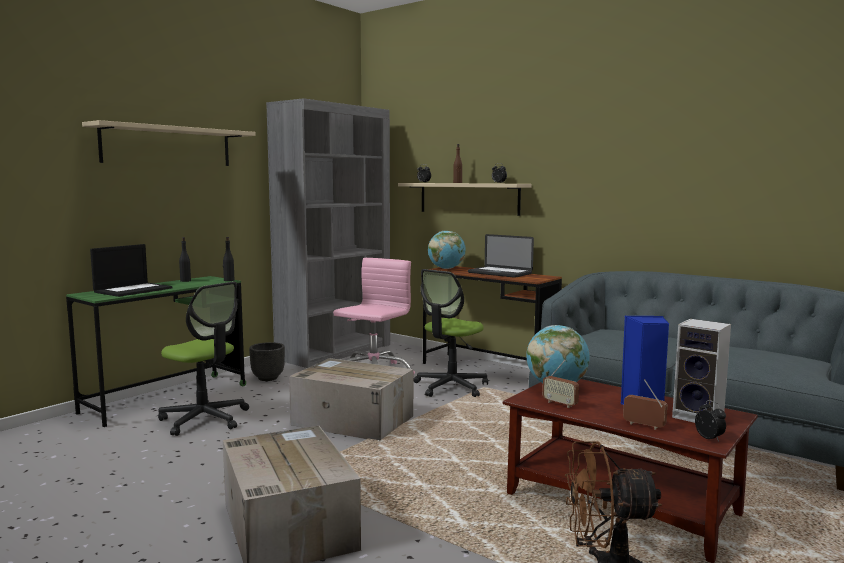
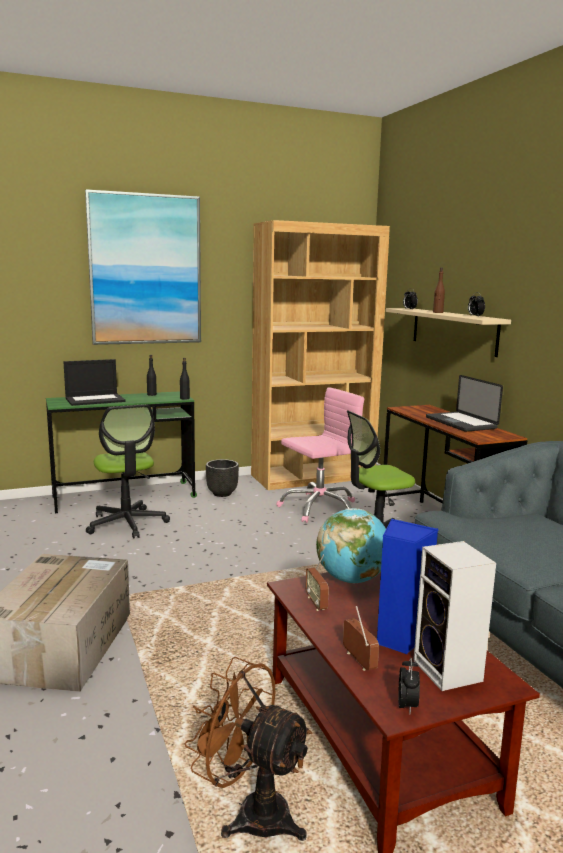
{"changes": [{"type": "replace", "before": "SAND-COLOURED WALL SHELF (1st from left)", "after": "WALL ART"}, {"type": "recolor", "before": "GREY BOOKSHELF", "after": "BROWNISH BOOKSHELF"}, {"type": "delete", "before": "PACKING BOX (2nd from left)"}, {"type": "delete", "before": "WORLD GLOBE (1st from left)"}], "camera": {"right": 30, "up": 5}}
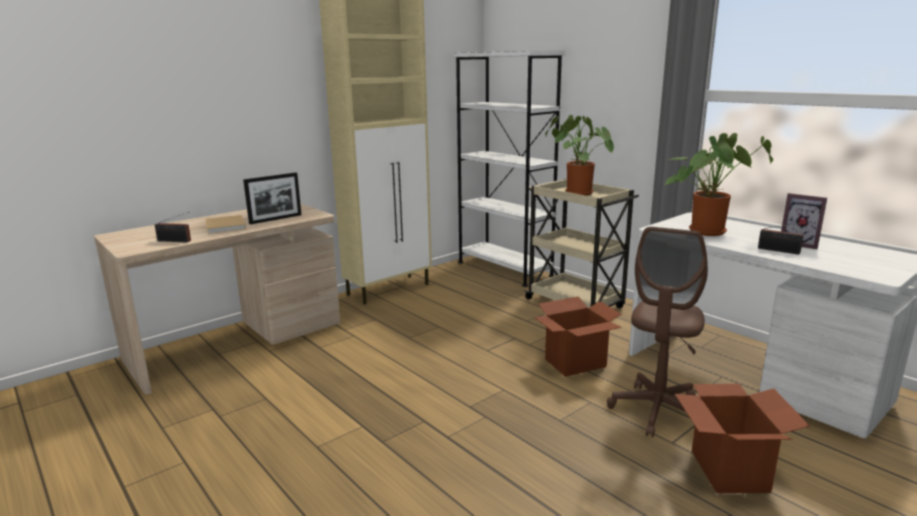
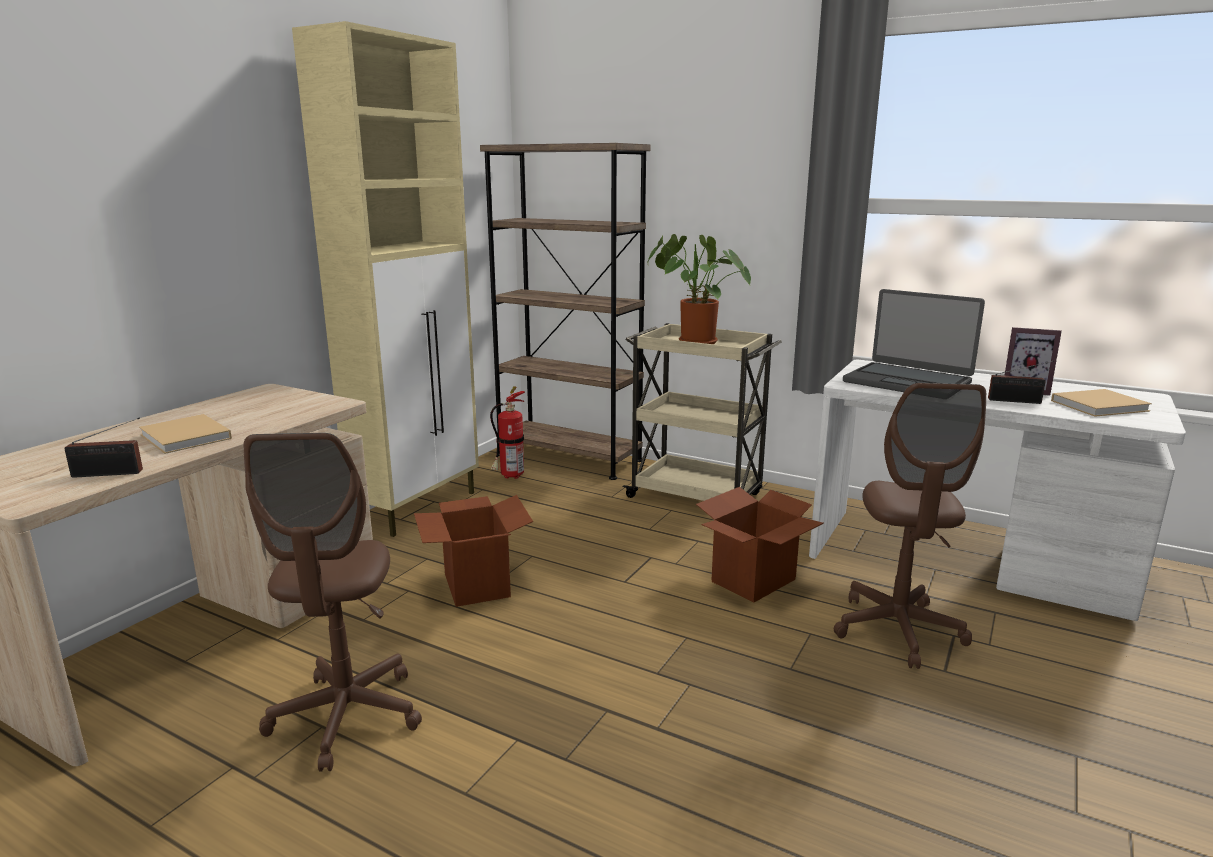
{"changes": [{"type": "delete", "before": "PHOTO FRAME (1st from left)"}, {"type": "recolor", "before": "WHITISH BOOKSHELF", "after": "BROWNISH BOOKSHELF"}, {"type": "replace", "before": "HOUSEPLANT (2nd from left)", "after": "LAPTOP"}, {"type": "move", "before": "PACKING BOX (2nd from left in the first image)", "after": "PACKING BOX (1st from left)"}, {"type": "insert", "after": "BROWNISH DESK CHAIR (1st from left)"}, {"type": "insert", "after": "FIRE-FIGHTING CYLINDER"}, {"type": "insert", "after": "SAND-COLOURED VOLUME (2nd from left)"}], "camera": {"right": -20, "up": 0}}
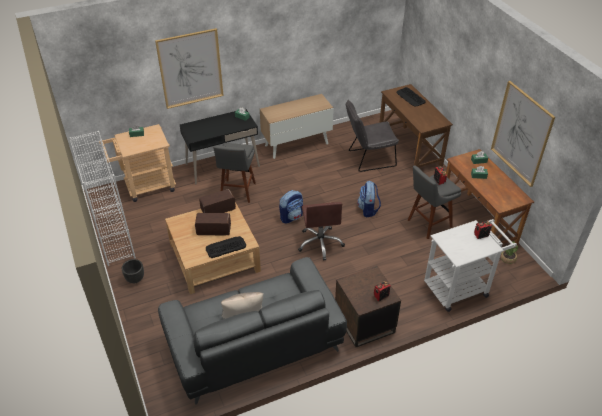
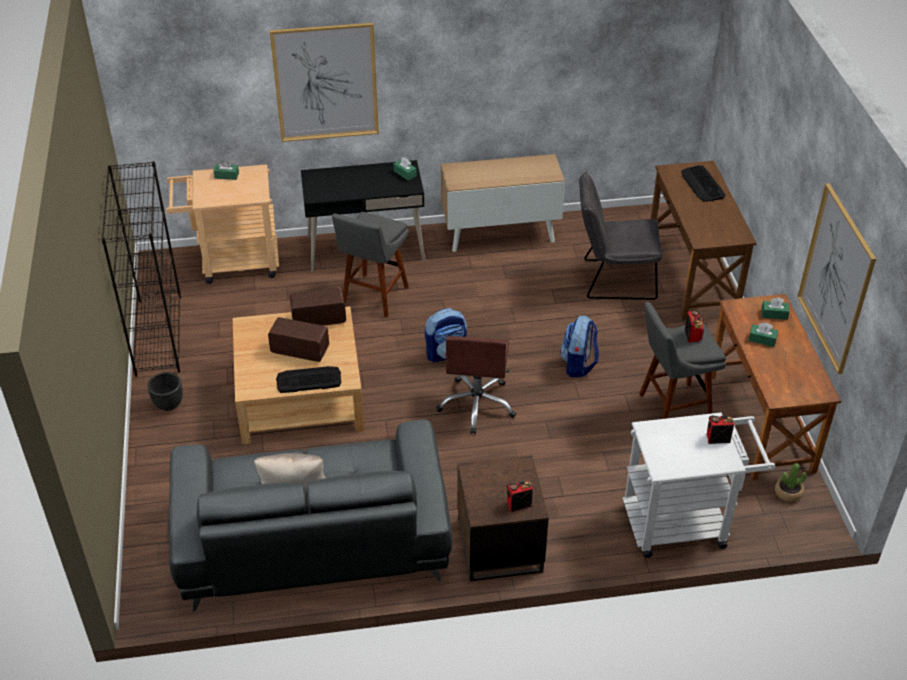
{"changes": [{"type": "recolor", "before": "WHITISH BOOKSHELF", "after": "BLACK BOOKSHELF"}], "camera": {"right": 15, "up": 0}}
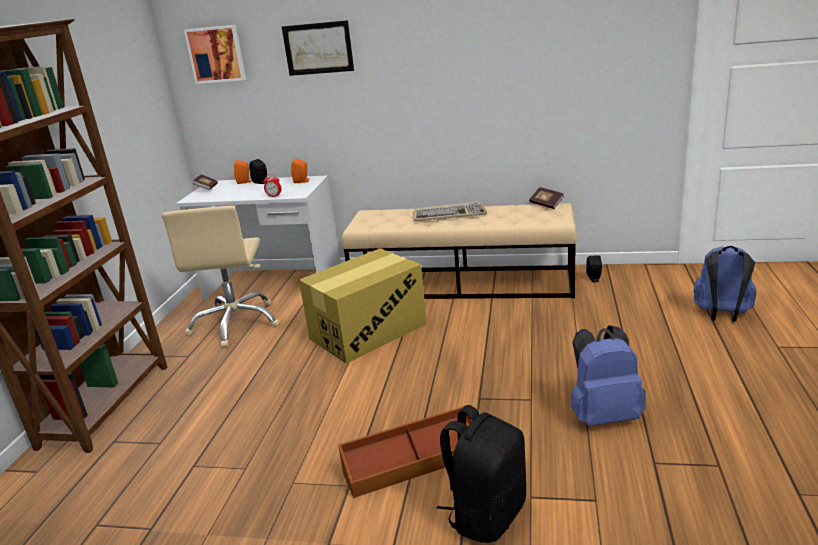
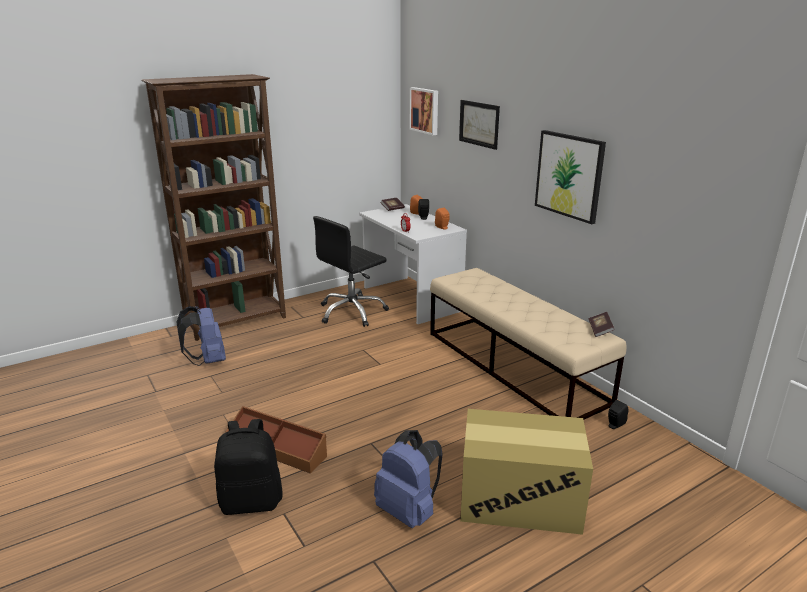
{"changes": [{"type": "recolor", "before": "SAND-COLOURED DESK CHAIR", "after": "BLACK DESK CHAIR"}, {"type": "move", "before": "PACKING BOX"}, {"type": "delete", "before": "KEYBOARD"}, {"type": "move", "before": "BLUE-COLOURED KNAPSACK (2nd from left in the first image)", "after": "BLUE-COLOURED KNAPSACK (1st from left)"}, {"type": "insert", "after": "WALL ART (3rd from left)"}], "camera": {"right": 45, "up": 0}}
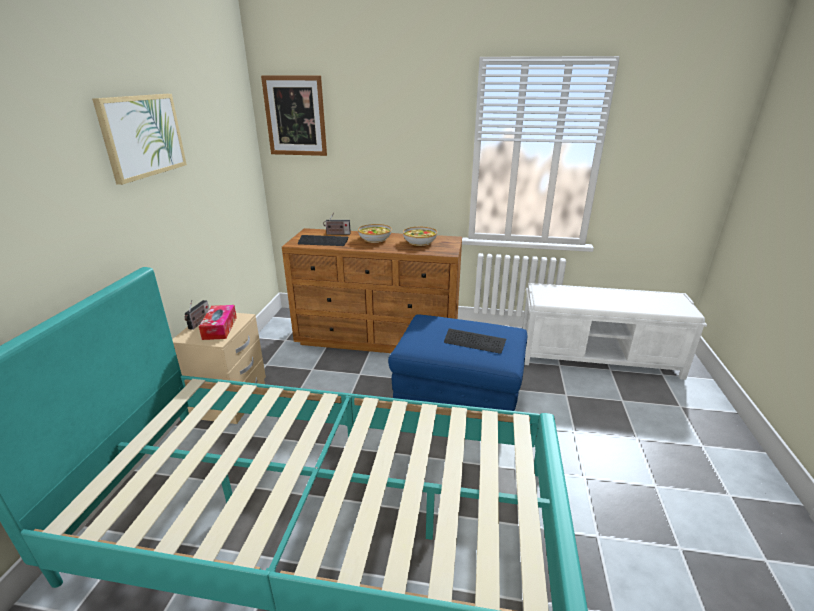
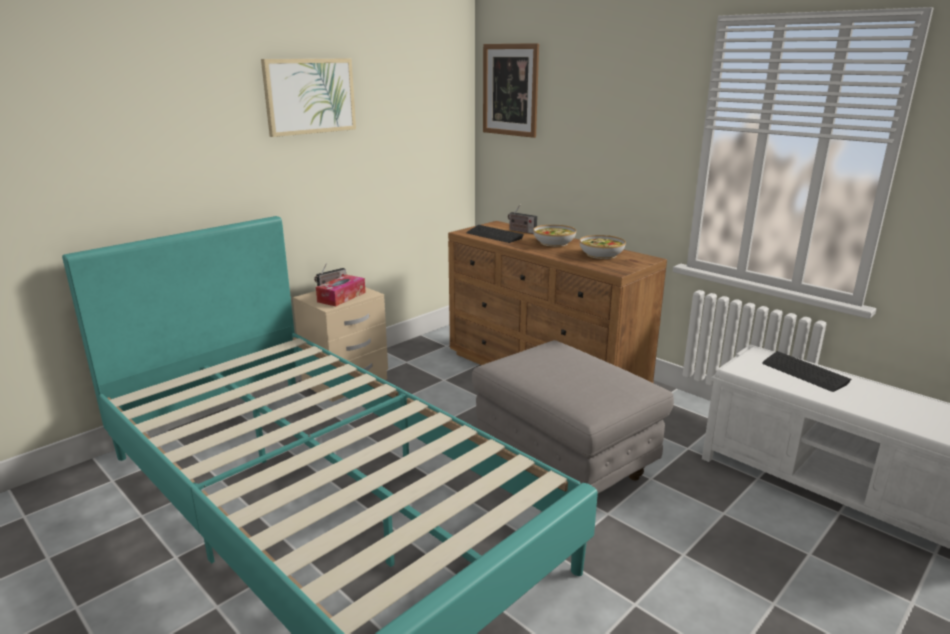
{"changes": [{"type": "recolor", "before": "BLUE-COLOURED POUFFE", "after": "GREY POUFFE"}, {"type": "move", "before": "KEYBOARD (2nd from left)"}], "camera": {"right": 35, "up": -5}}
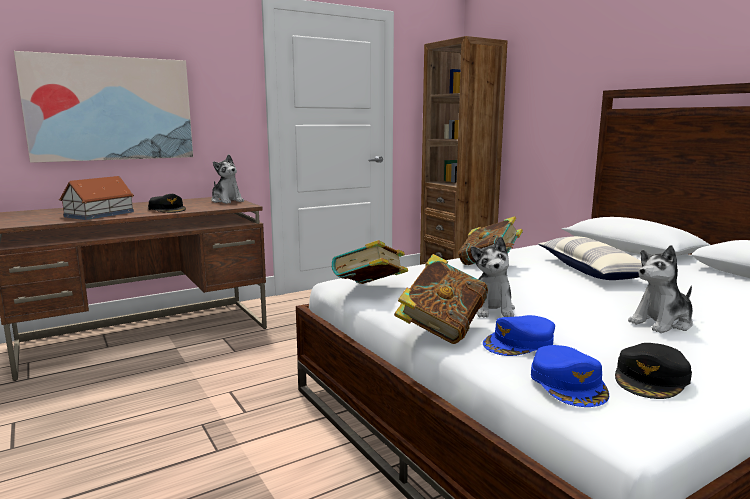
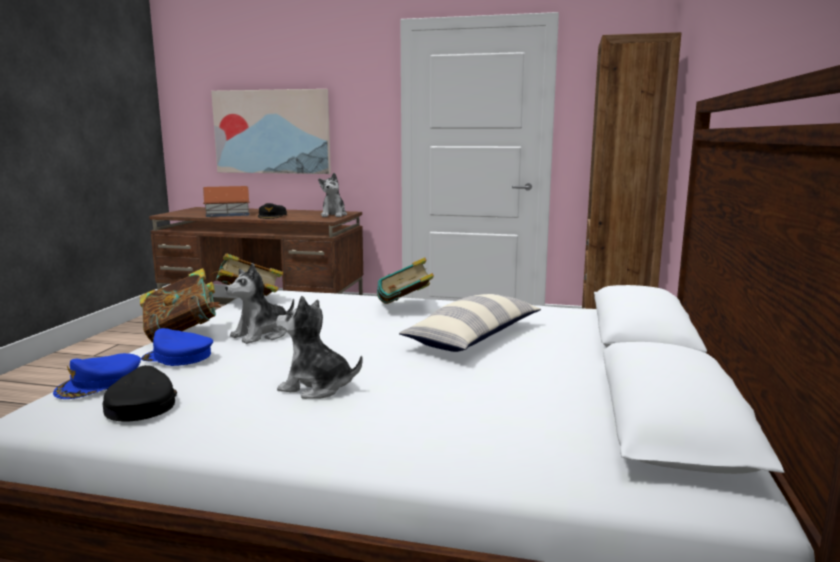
{"changes": [{"type": "rotate", "before": "BLACK BASEBALL CAP (2nd from left in the first image)", "turn": 90}], "camera": {"right": 45, "up": 0}}
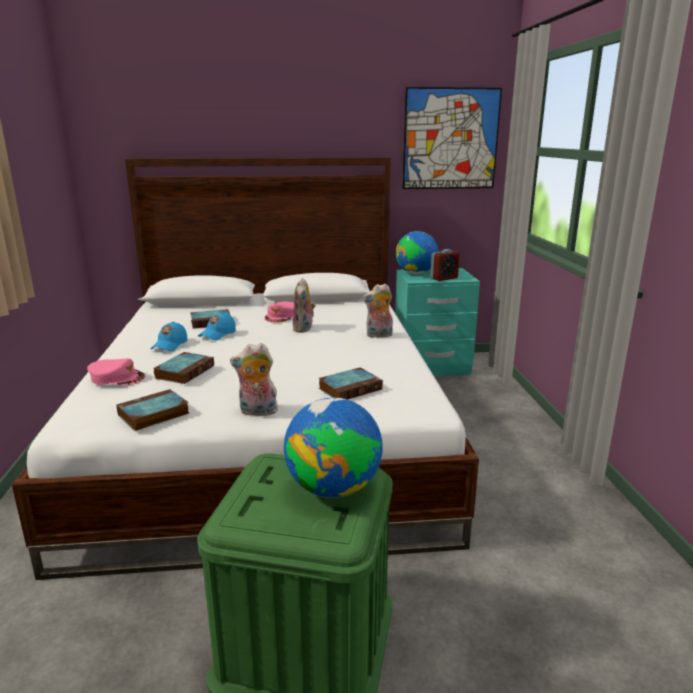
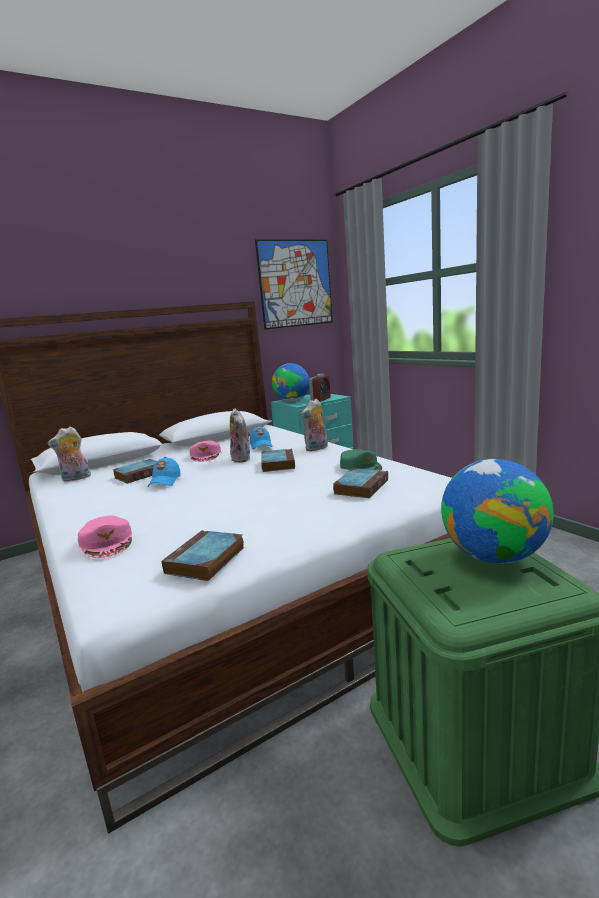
{"changes": [{"type": "rotate", "before": "PINKISH BASEBALL CAP (1st from left)", "turn": 75}, {"type": "move", "before": "BLUE-COLOURED BASEBALL CAP (1st from left in the first image)", "after": "BLUE-COLOURED BASEBALL CAP (2nd from left)"}, {"type": "move", "before": "VOLUME (2nd from left in the first image)", "after": "VOLUME (3rd from left)"}, {"type": "move", "before": "CUDDLY TOY (1st from left)"}, {"type": "insert", "after": "GREEN BASEBALL CAP"}], "camera": {"right": -25, "up": -5}}
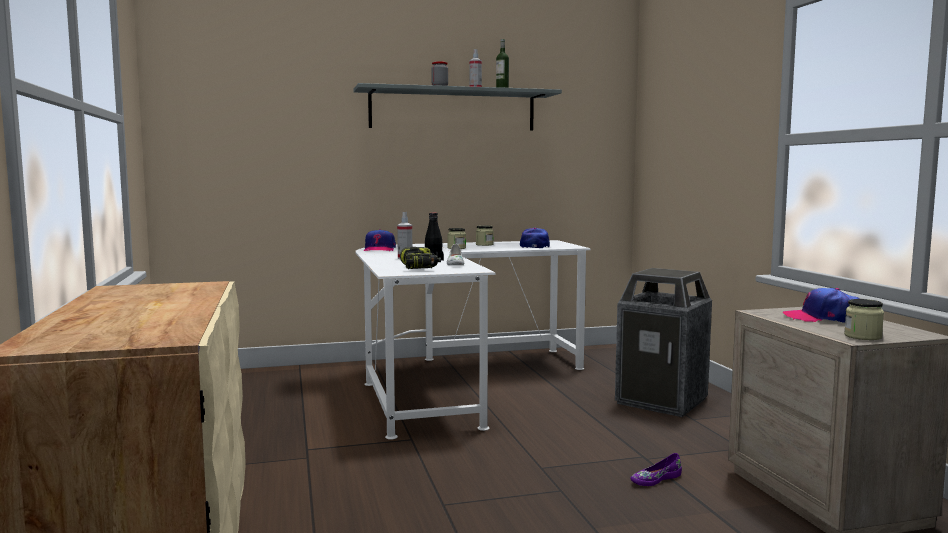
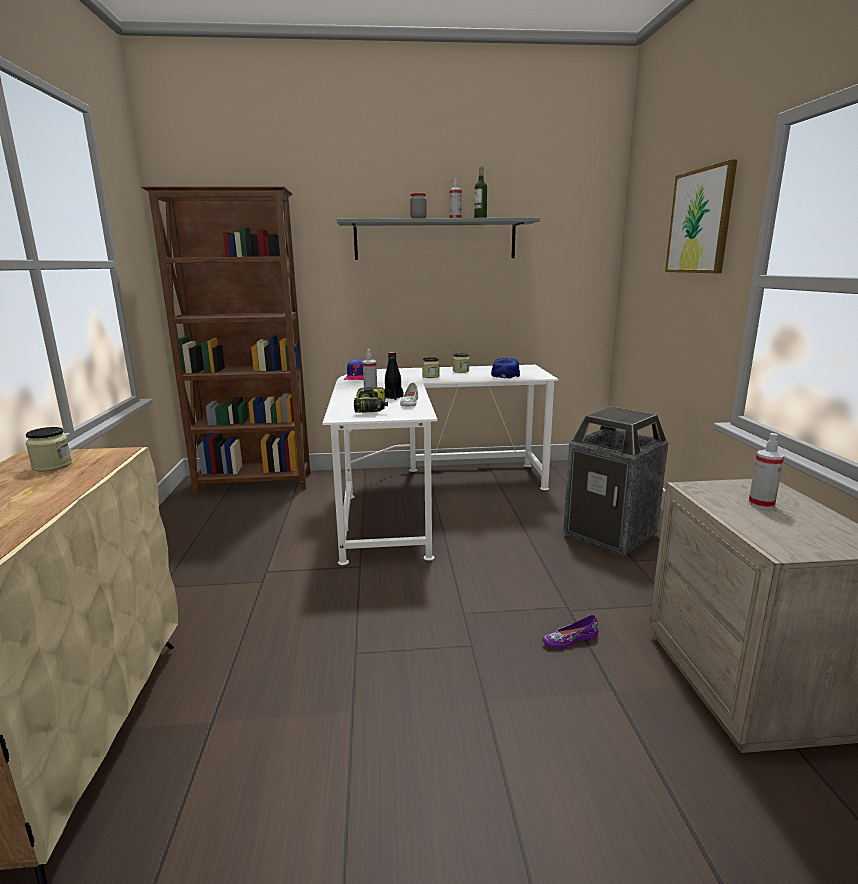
{"changes": [{"type": "replace", "before": "BASEBALL CAP (3rd from left)", "after": "SPRAYER (3rd from left)"}, {"type": "move", "before": "JAR (4th from left in the first image)", "after": "JAR (1st from left)"}, {"type": "insert", "after": "BROWNISH BOOKSHELF"}, {"type": "insert", "after": "WALL ART"}], "camera": {"right": 10, "up": 10}}
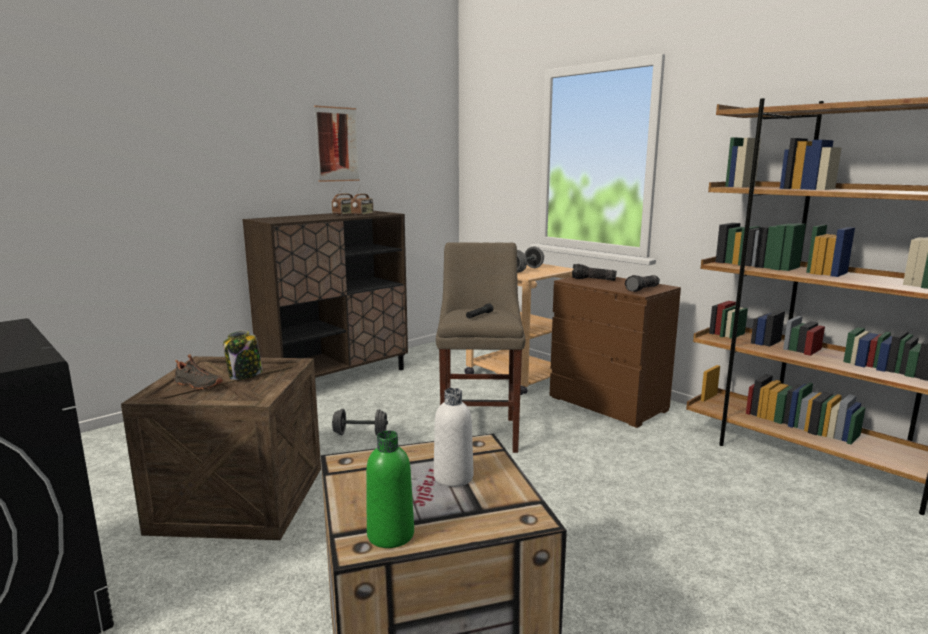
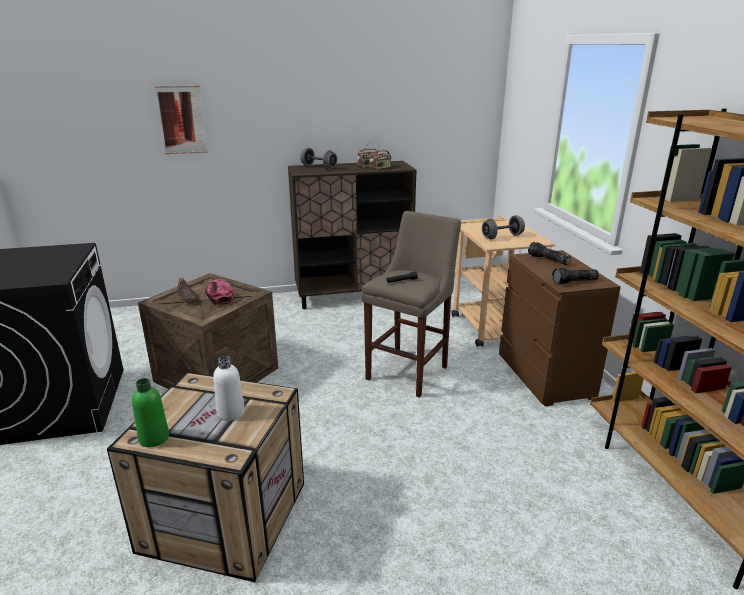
{"changes": [{"type": "replace", "before": "JAR", "after": "BASEBALL CAP"}, {"type": "move", "before": "WALL ART"}, {"type": "move", "before": "GREY FREE WEIGHT (1st from left)"}], "camera": {"right": 30, "up": 10}}
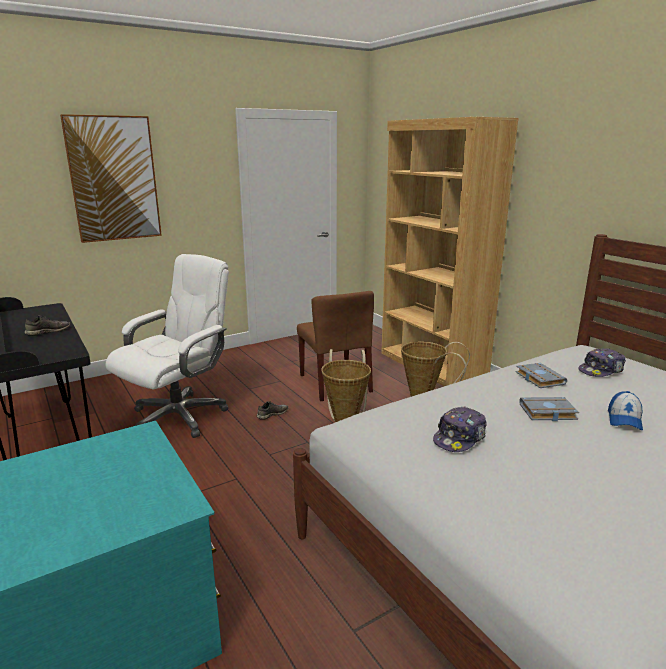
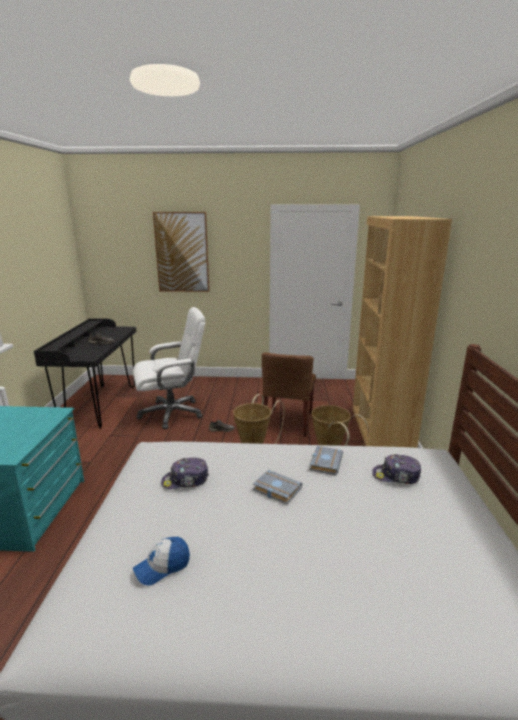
{"changes": [{"type": "move", "before": "BASEBALL CAP (3rd from left in the first image)", "after": "BASEBALL CAP (1st from left)"}], "camera": {"right": 35, "up": 0}}
